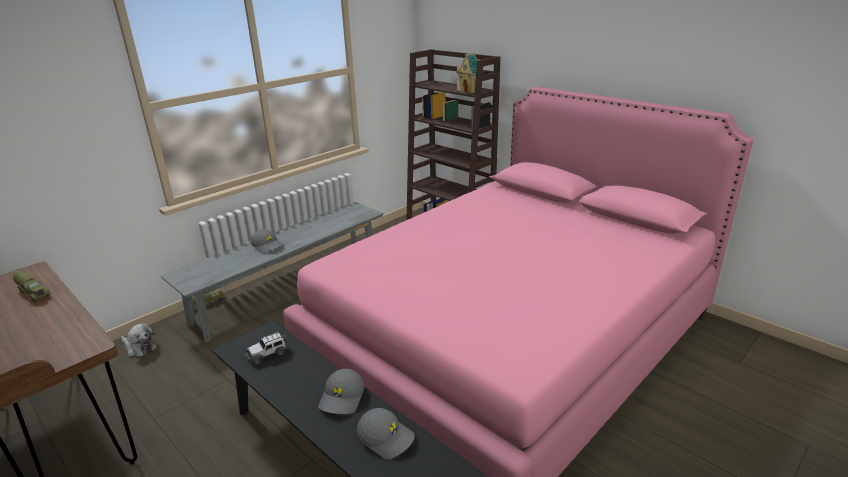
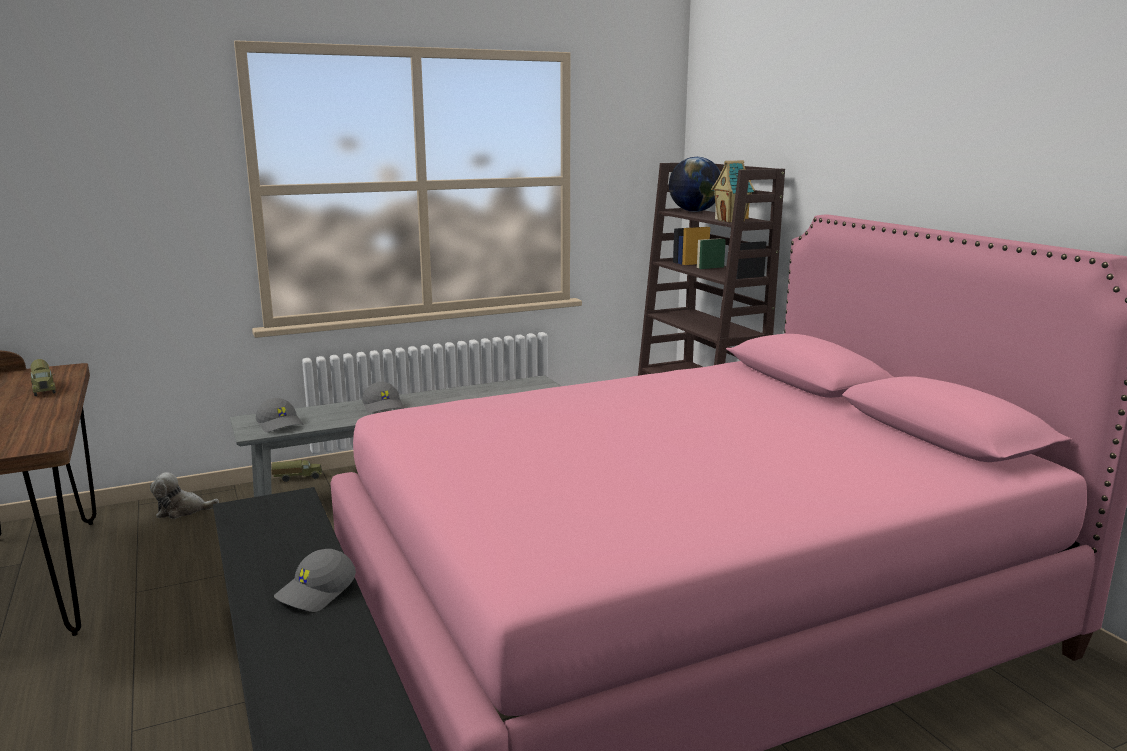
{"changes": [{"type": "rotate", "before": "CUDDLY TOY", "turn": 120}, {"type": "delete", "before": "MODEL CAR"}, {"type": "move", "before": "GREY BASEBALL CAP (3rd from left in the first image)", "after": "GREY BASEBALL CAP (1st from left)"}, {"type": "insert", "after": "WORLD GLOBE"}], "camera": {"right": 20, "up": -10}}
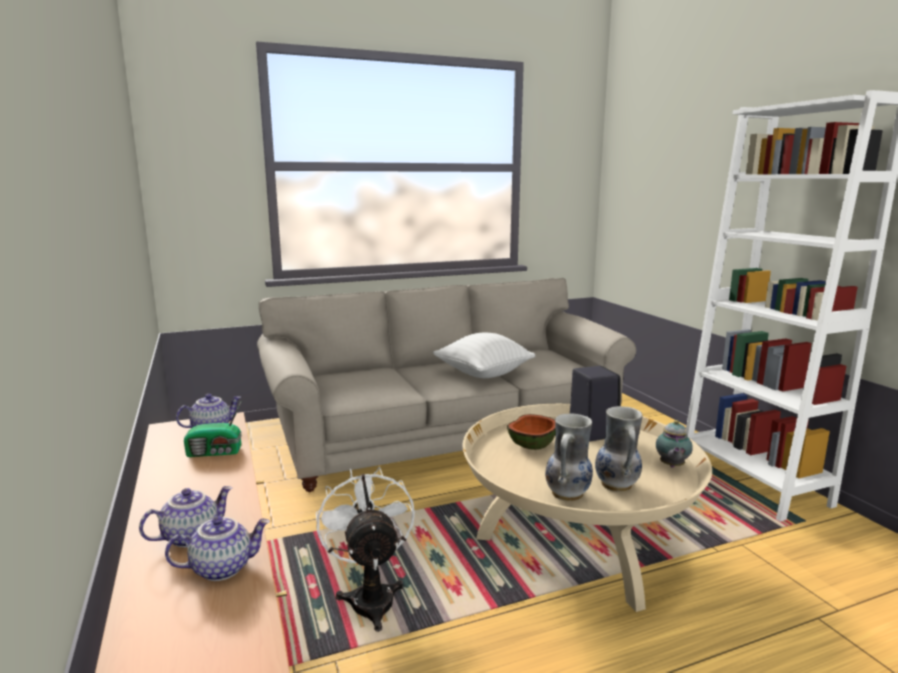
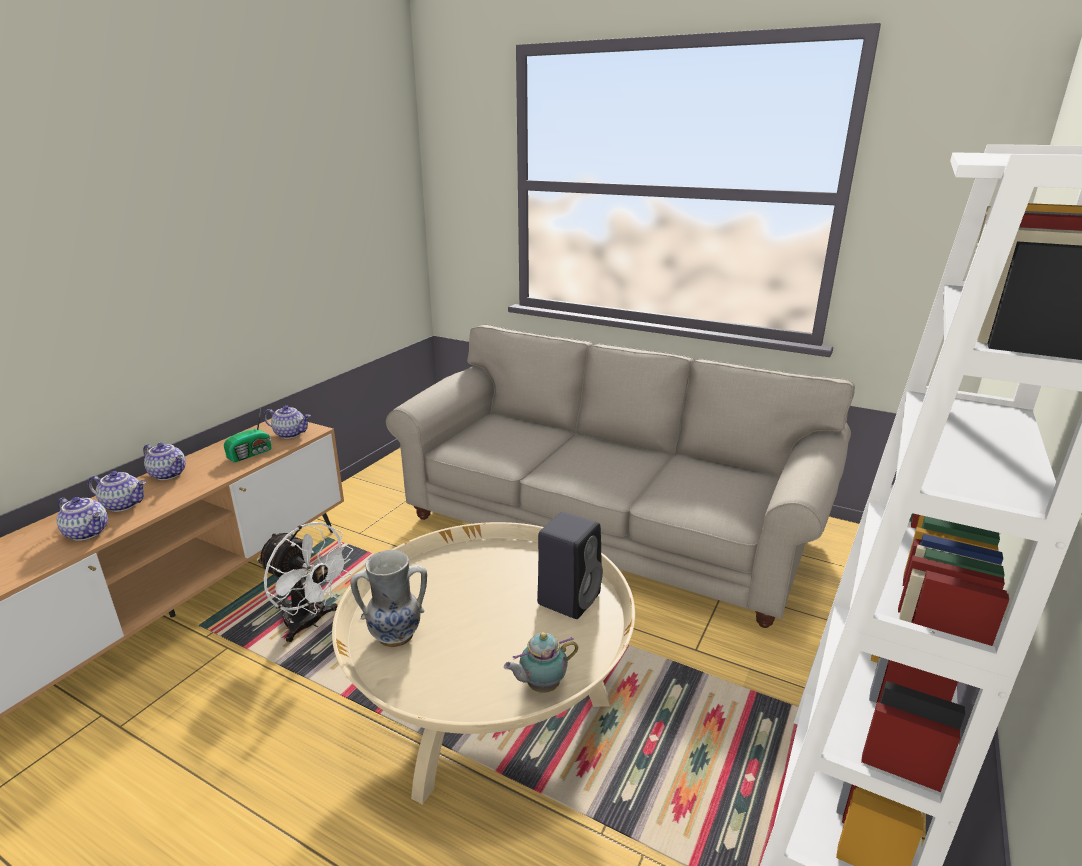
{"changes": [{"type": "rotate", "before": "RADIO SET", "turn": -90}, {"type": "rotate", "before": "WHITISH COOLING FAN", "turn": 90}, {"type": "delete", "before": "WHITISH CUSHION"}, {"type": "delete", "before": "DEEP DISH"}, {"type": "delete", "before": "VASE (2nd from left)"}, {"type": "insert", "after": "TEAPOT (3rd from left)"}], "camera": {"right": 50, "up": 10}}
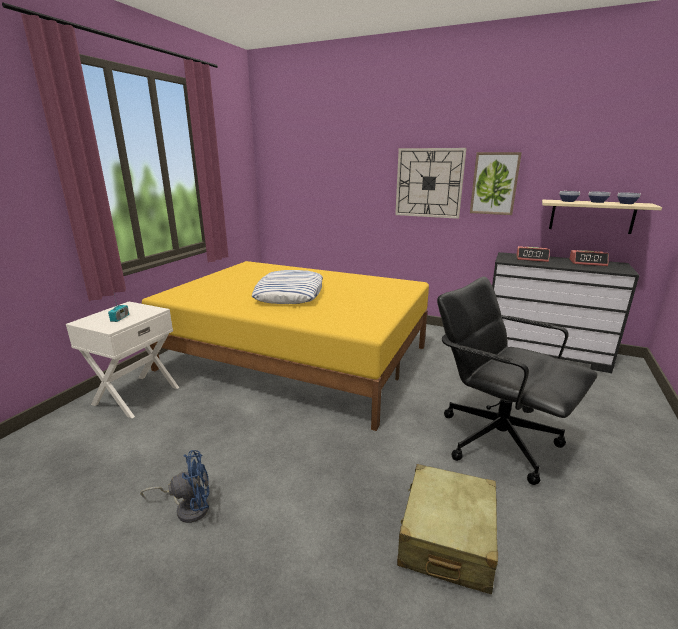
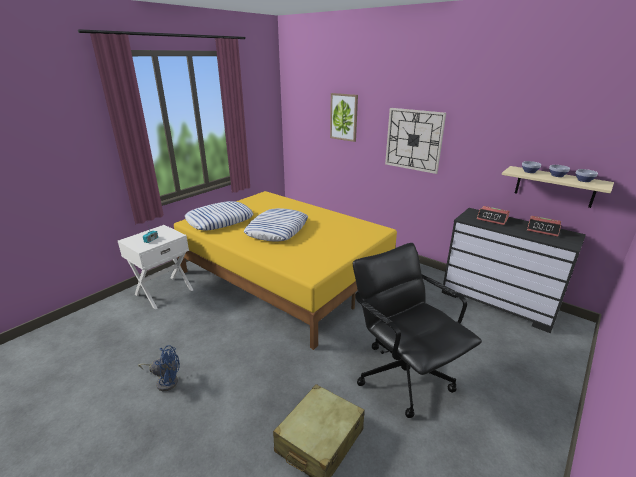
{"changes": [{"type": "move", "before": "WALL ART"}, {"type": "insert", "after": "CUSHION (1st from left)"}], "camera": {"right": 15, "up": 5}}
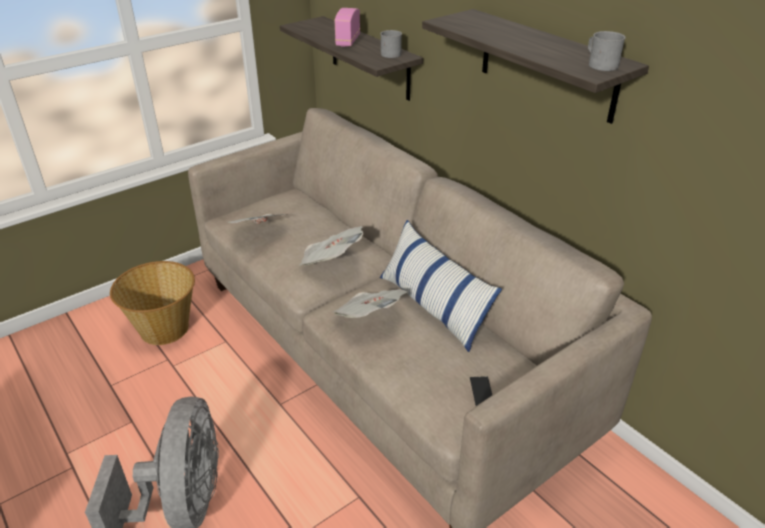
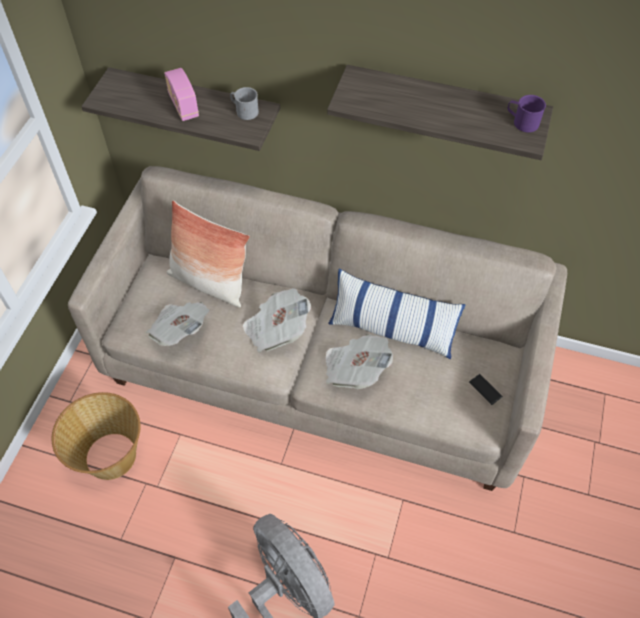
{"changes": [{"type": "recolor", "before": "GREY COFFEE MUG (2nd from left)", "after": "PURPLE COFFEE MUG"}, {"type": "insert", "after": "CUSHION (1st from left)"}], "camera": {"right": -35, "up": 20}}
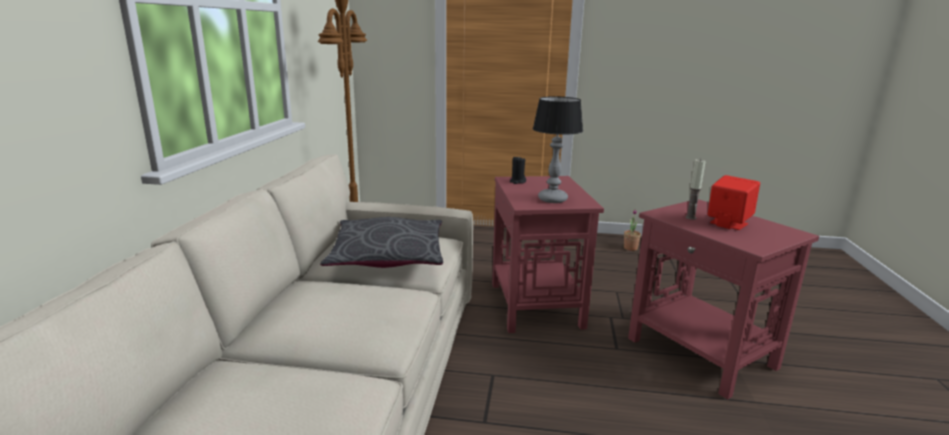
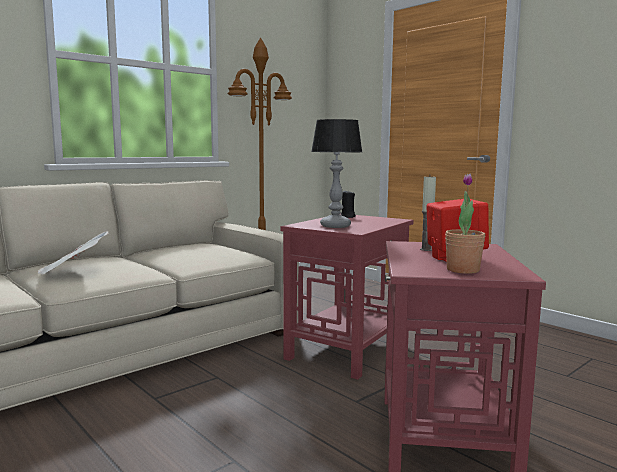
{"changes": [{"type": "delete", "before": "GREY CUSHION"}, {"type": "move", "before": "HOUSEPLANT"}, {"type": "insert", "after": "DAILY PAPER"}], "camera": {"right": 40, "up": -10}}
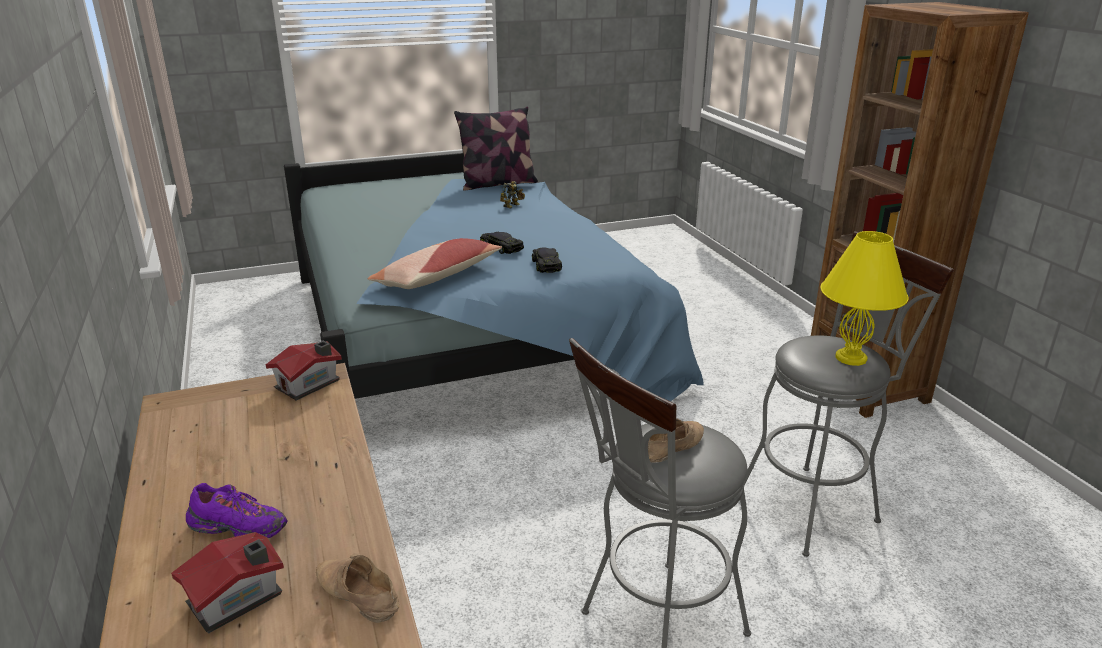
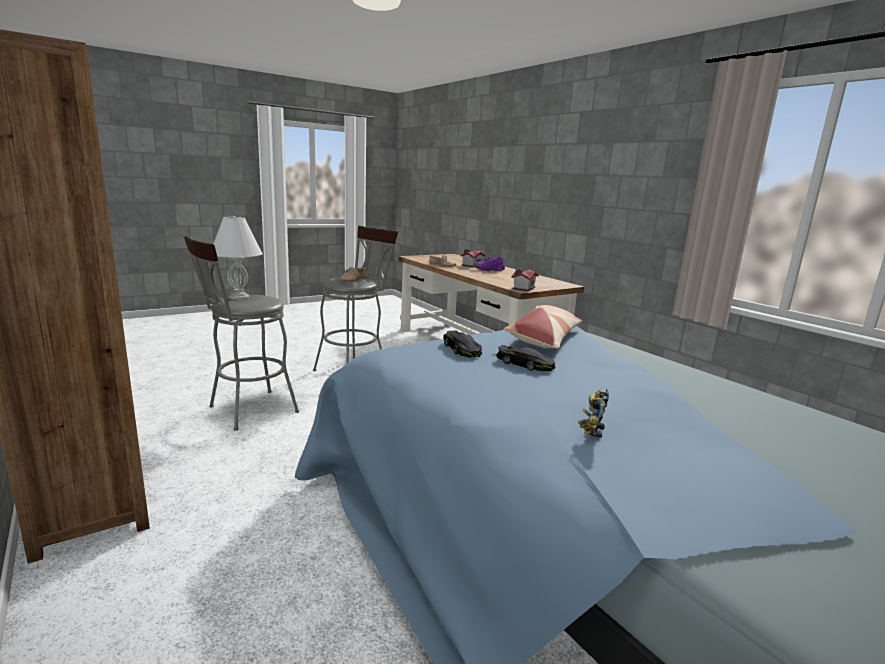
{"changes": [{"type": "delete", "before": "CUSHION (2nd from left)"}, {"type": "recolor", "before": "YELLOW TABLETOP LAMP", "after": "WHITISH TABLETOP LAMP"}], "camera": {"right": 165, "up": -10}}
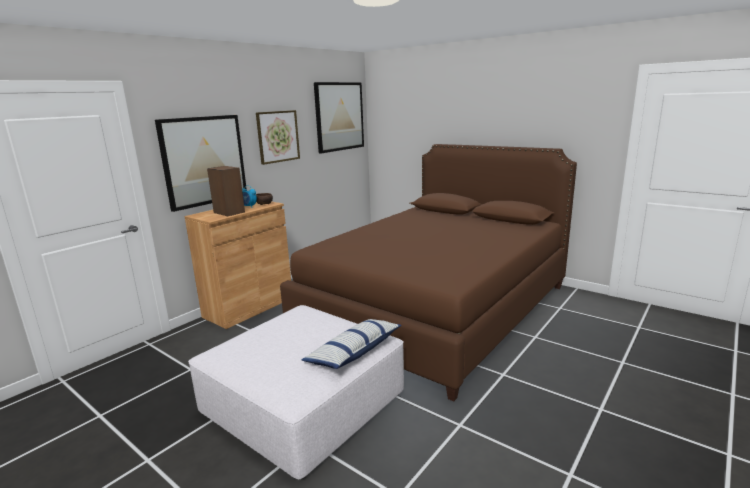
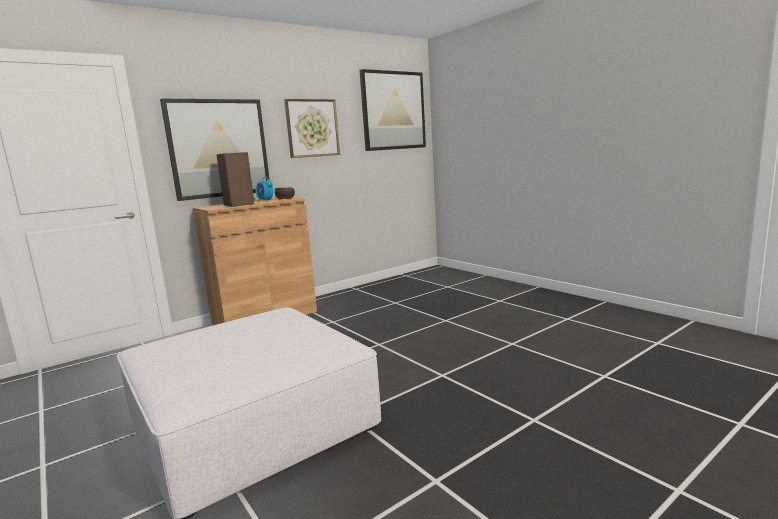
{"changes": [{"type": "delete", "before": "BROWNISH SLEEPING BED"}, {"type": "delete", "before": "CUSHION"}], "camera": {"right": 15, "up": -5}}
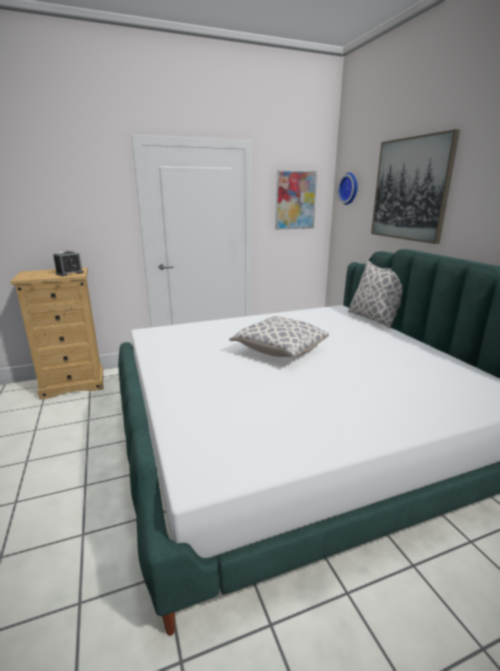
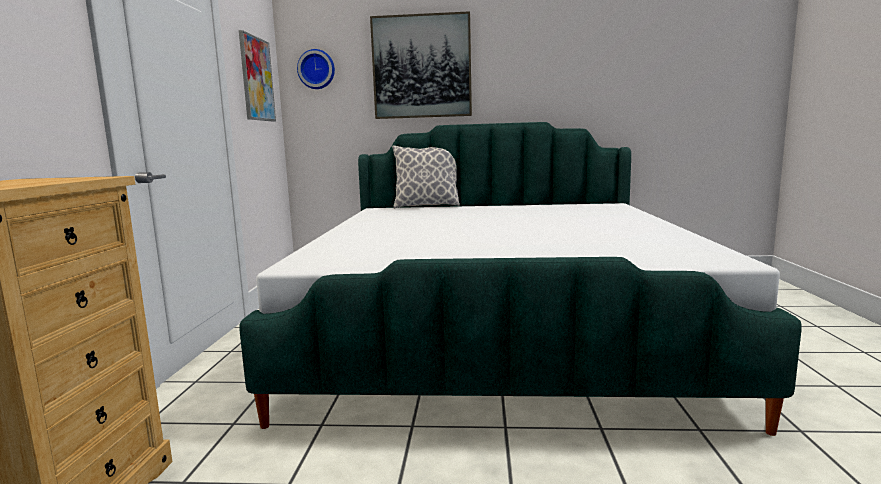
{"changes": [{"type": "delete", "before": "TABLE CLOCK"}, {"type": "delete", "before": "CUSHION (1st from left)"}], "camera": {"right": -65, "up": -10}}
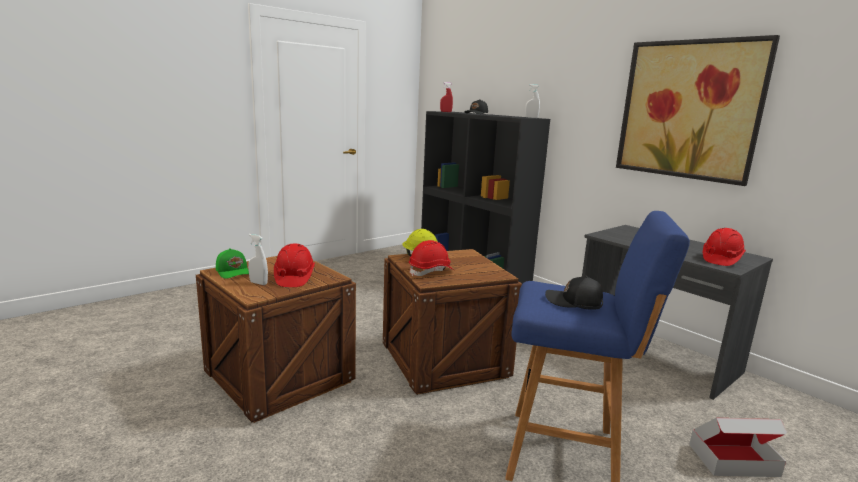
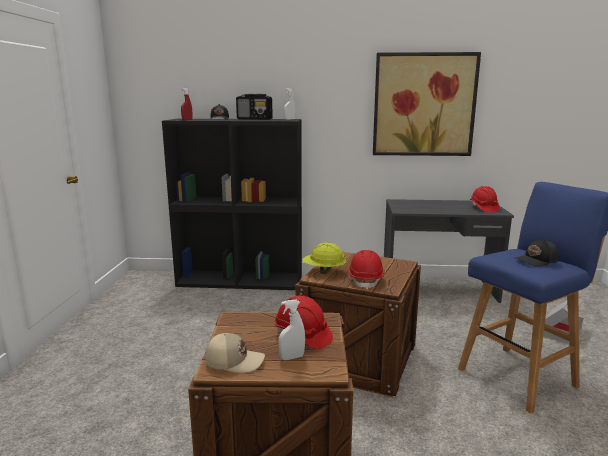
{"changes": [{"type": "recolor", "before": "GREEN BASEBALL CAP", "after": "SAND-COLOURED BASEBALL CAP"}, {"type": "insert", "after": "RADIO SET"}], "camera": {"right": -45, "up": 0}}
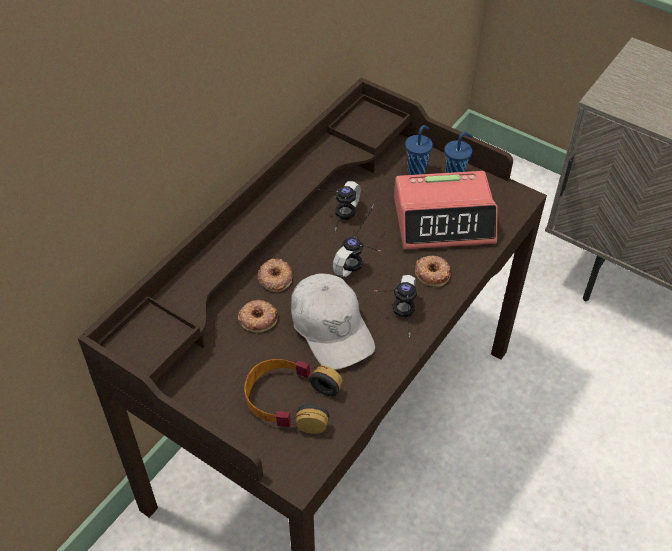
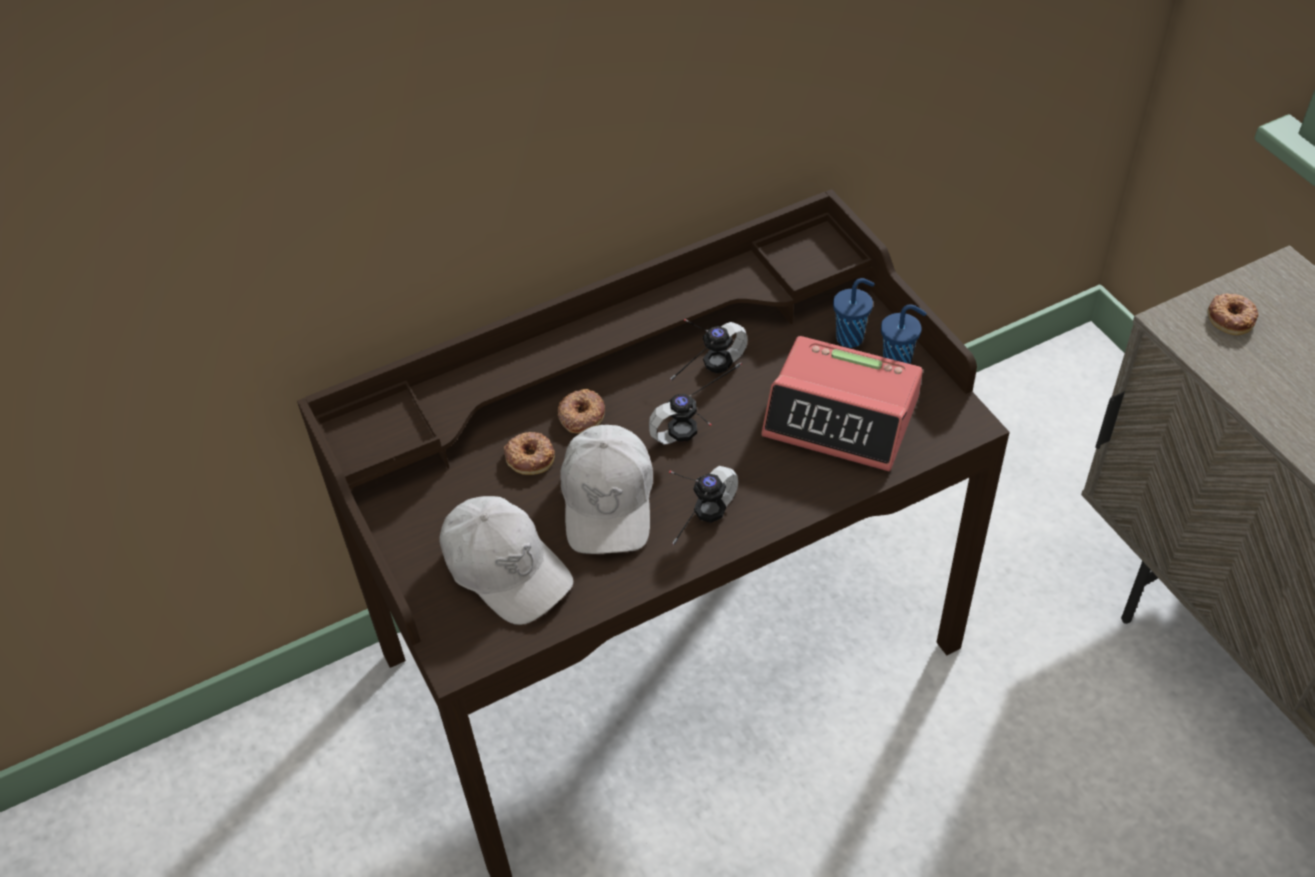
{"changes": [{"type": "replace", "before": "PAIR OF HEADPHONES (1st from left)", "after": "WHITISH BASEBALL CAP (1st from left)"}, {"type": "move", "before": "DONUT (3rd from left)"}], "camera": {"right": 30, "up": 0}}
